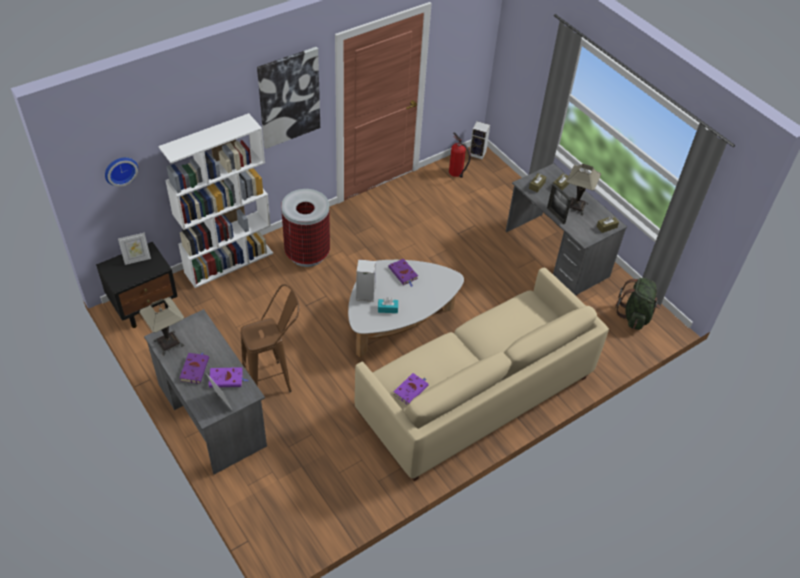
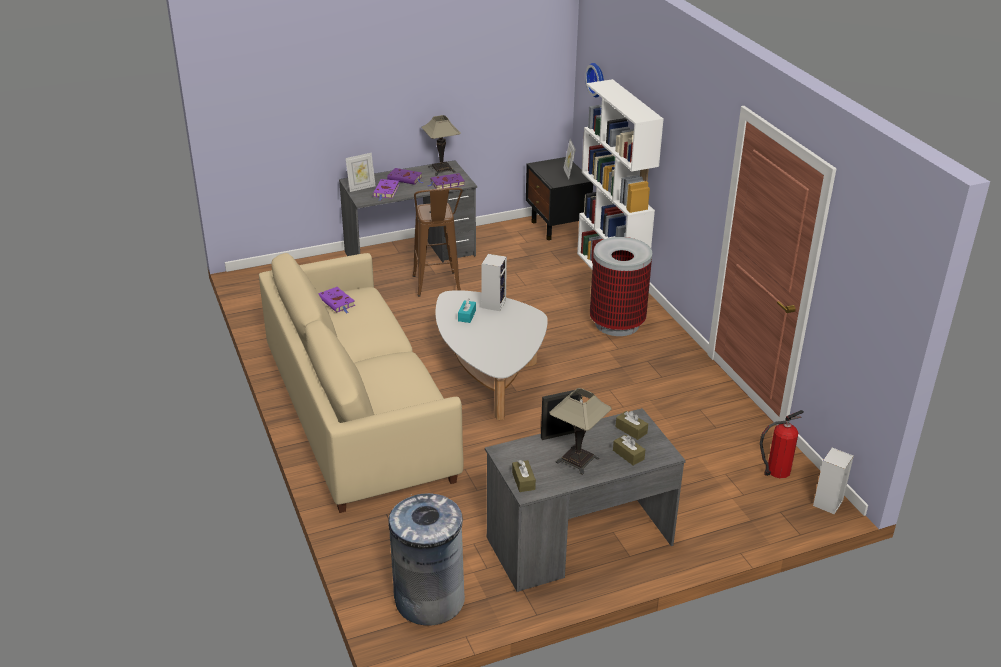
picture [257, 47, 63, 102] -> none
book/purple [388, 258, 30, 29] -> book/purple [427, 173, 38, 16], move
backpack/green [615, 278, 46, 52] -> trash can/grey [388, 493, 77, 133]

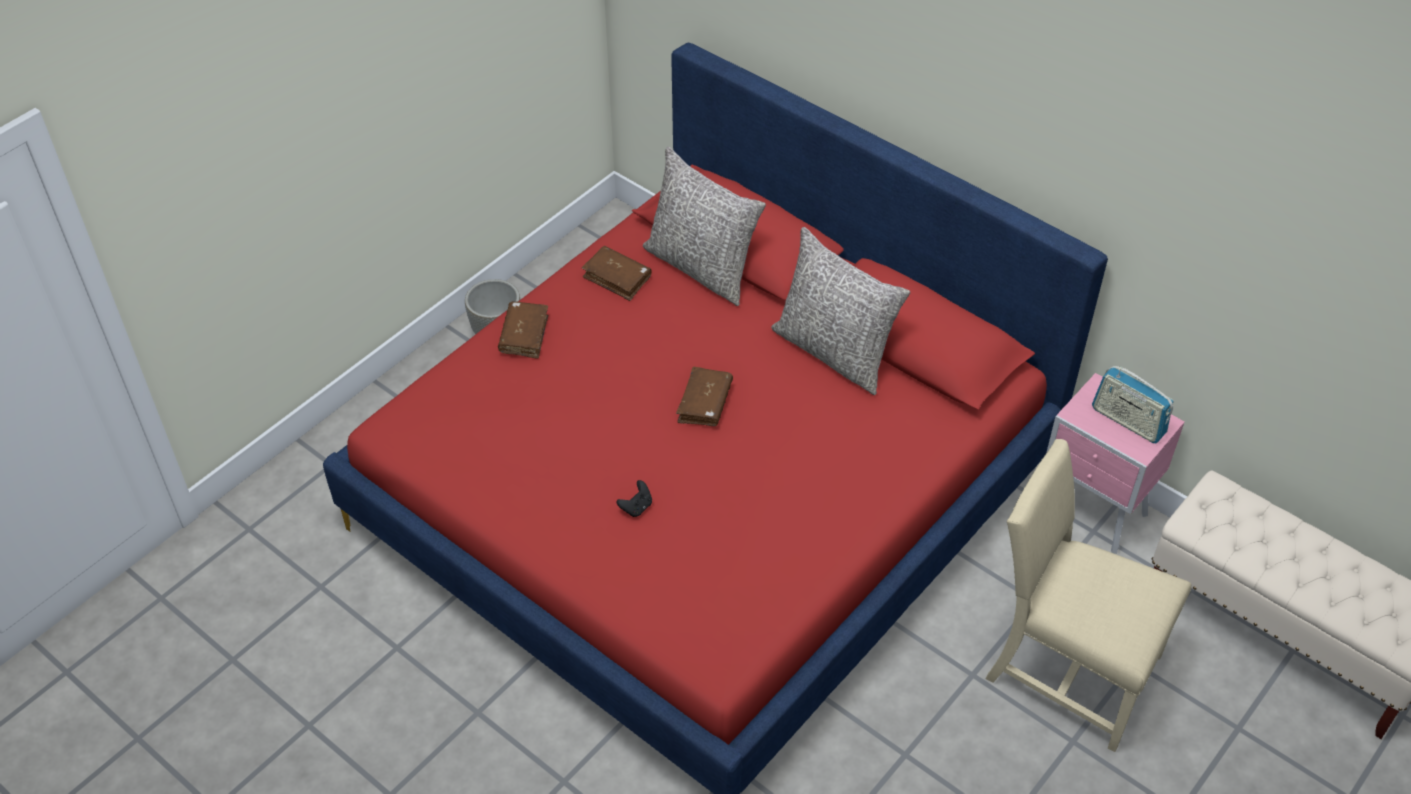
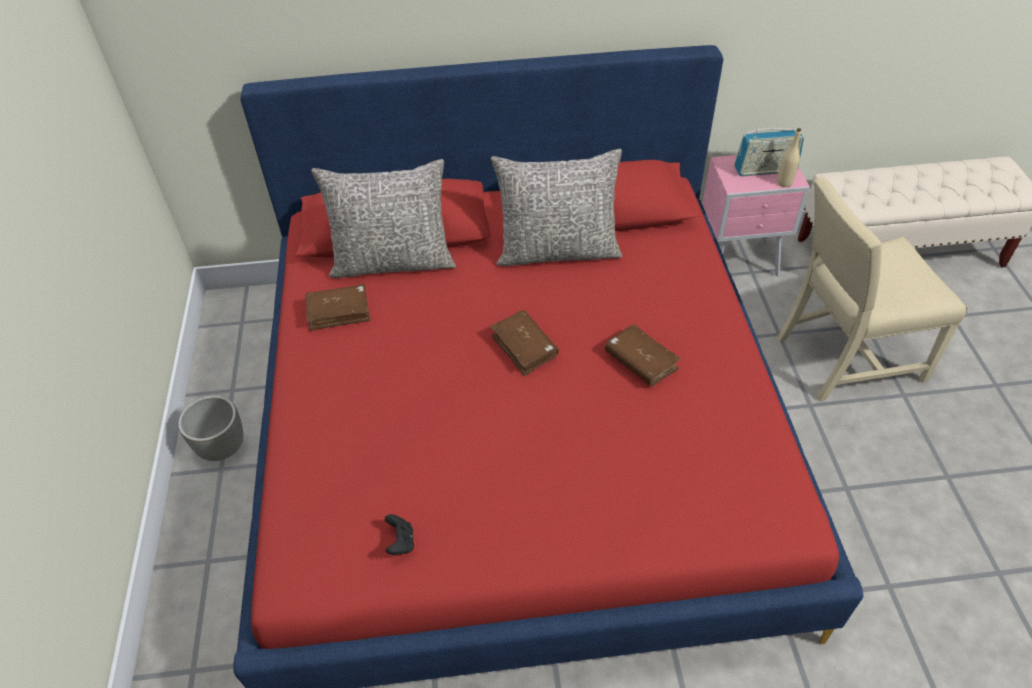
book/brown [498, 301, 50, 58] -> book/brown [605, 324, 76, 62], move
game controller/black [617, 480, 35, 37] -> game controller/black [385, 514, 29, 41], move
none -> bottle/beige [777, 128, 24, 59]

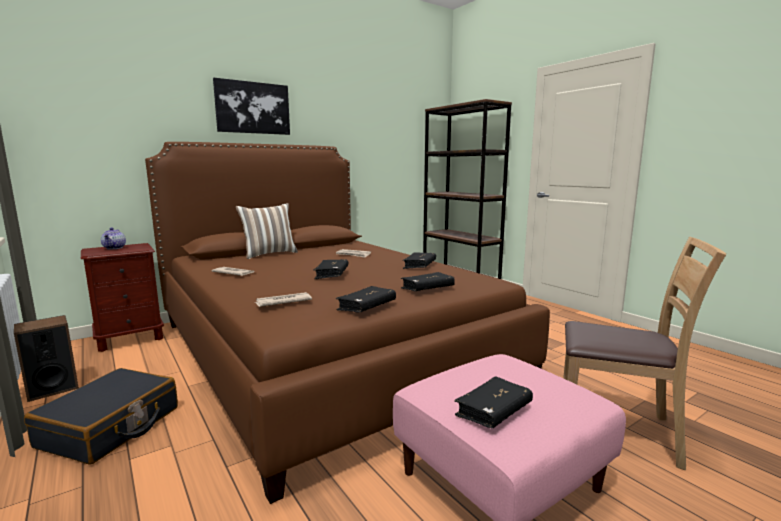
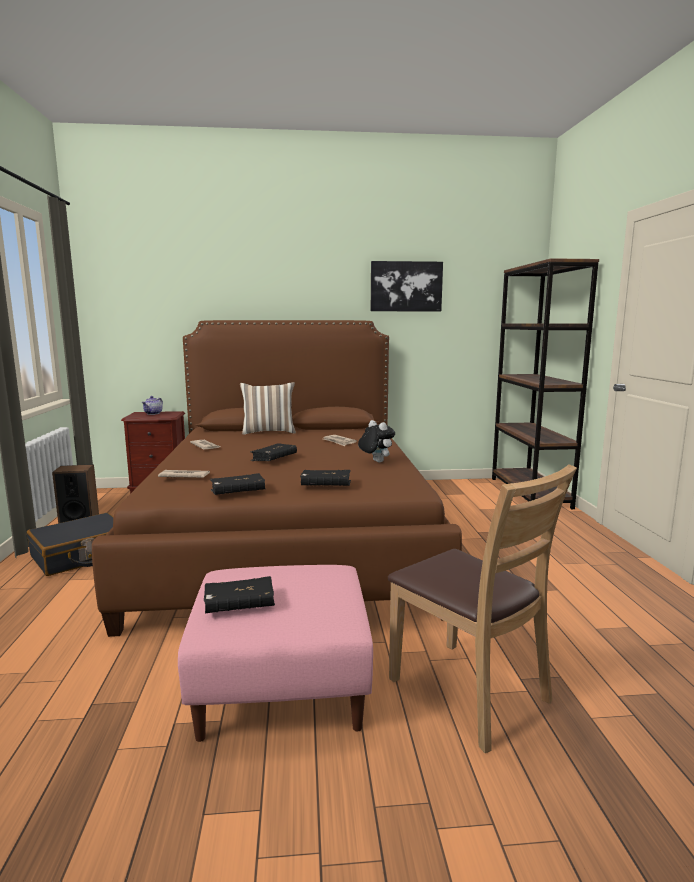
picture [213, 78, 77, 57] -> picture [371, 261, 72, 50], move
book/black [402, 253, 34, 16] -> plush toy [358, 420, 37, 42]

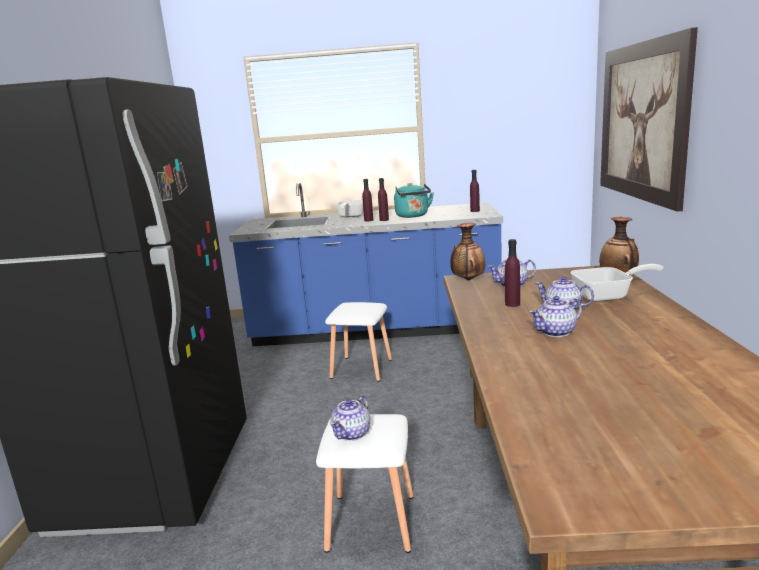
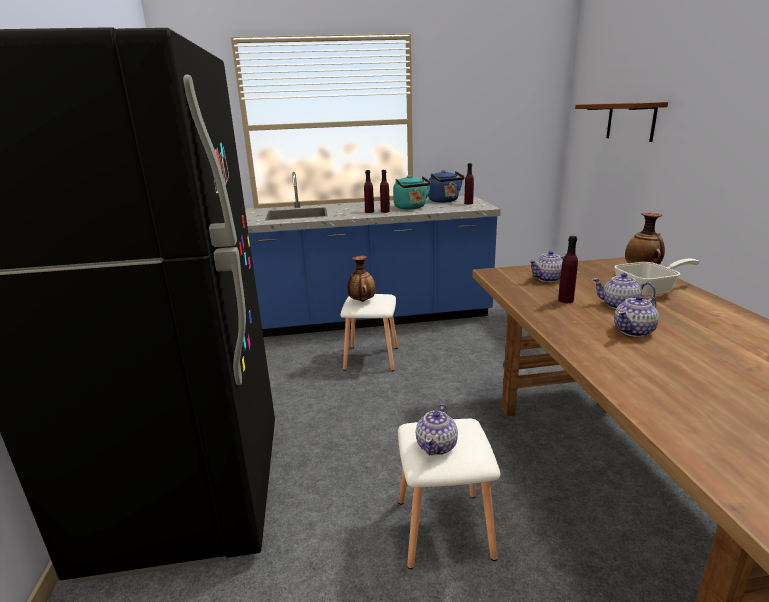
frying pan [335, 200, 29, 17] -> none
vase [450, 223, 35, 57] -> vase [348, 256, 28, 46], move
picture [600, 27, 98, 184] -> shelf/brown [575, 102, 93, 40]
none -> kettle/blue [428, 170, 37, 33]

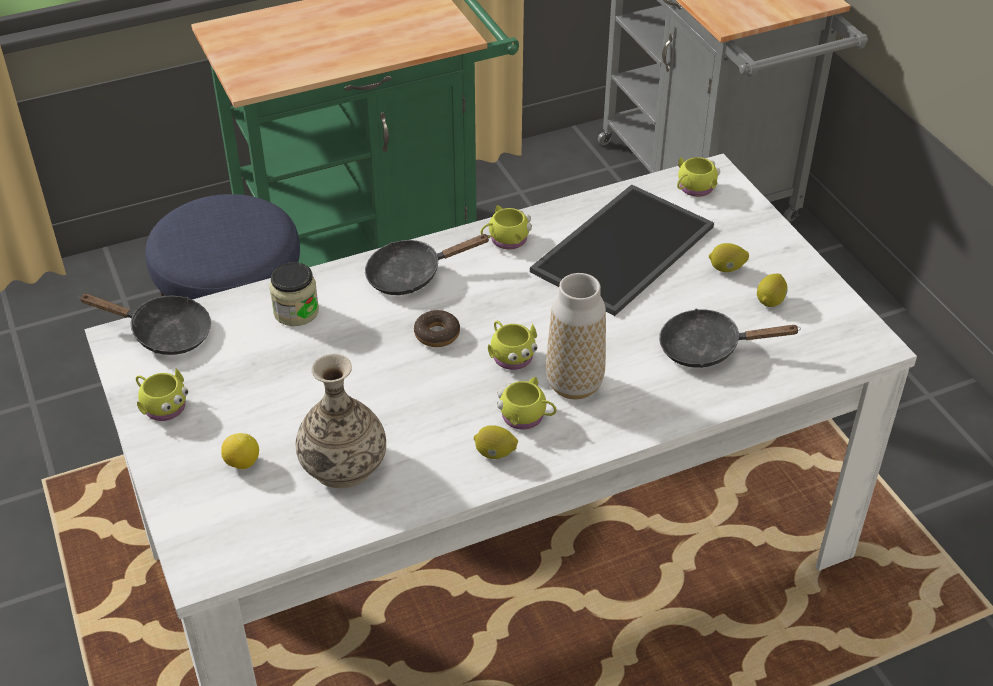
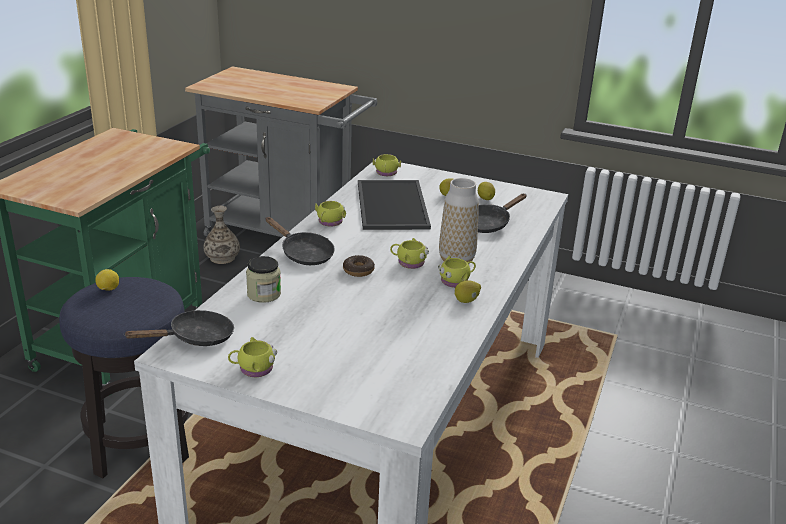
lemon [221, 433, 38, 36] -> lemon [95, 269, 24, 21], move
vase [296, 354, 90, 134] -> vase [203, 206, 37, 58], move
frying pan/black [365, 234, 125, 61] -> frying pan/black [265, 217, 70, 48], 75 degrees counterclockwise

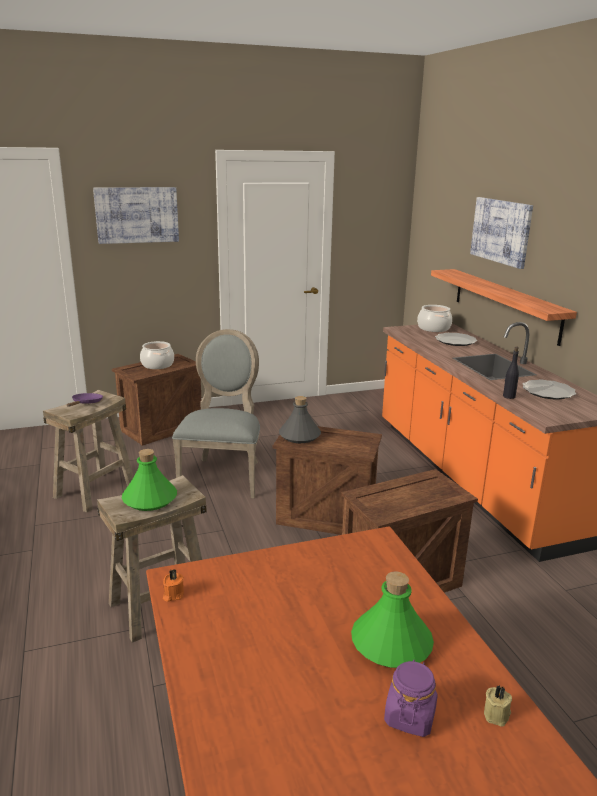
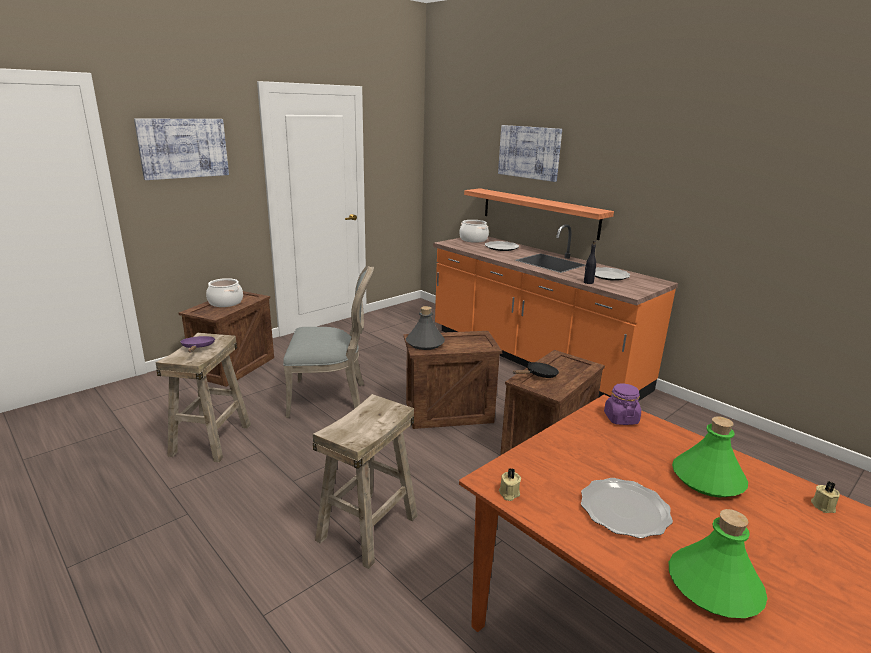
bottle/green [122, 449, 55, 62] -> bottle/green [669, 509, 98, 109], move
candle/orange [163, 569, 21, 33] -> candle/beige [499, 468, 22, 33]
chair/grey [172, 329, 88, 169] -> chair/grey [283, 266, 91, 152], 105 degrees clockwise
jar/purple [384, 660, 54, 77] -> jar/purple [604, 383, 37, 42], move
none -> frying pan/black [512, 362, 47, 16]
none -> plate [581, 478, 92, 60]

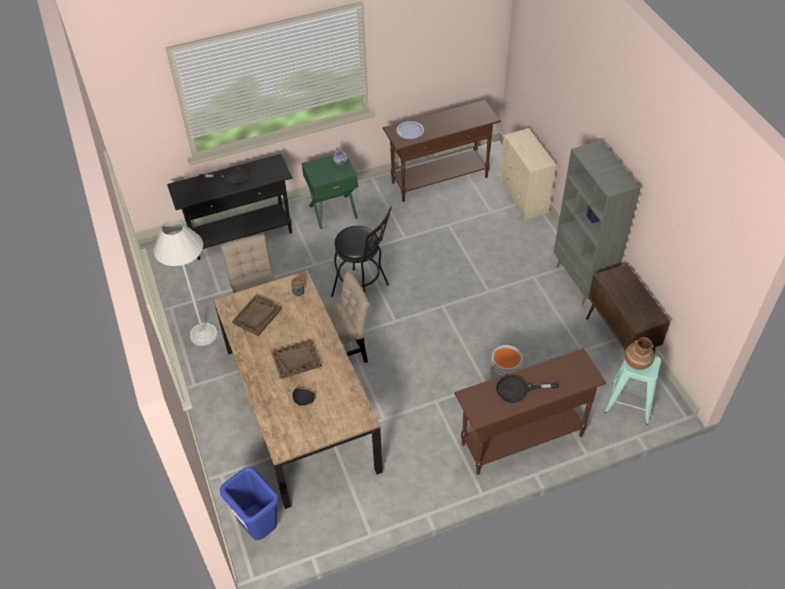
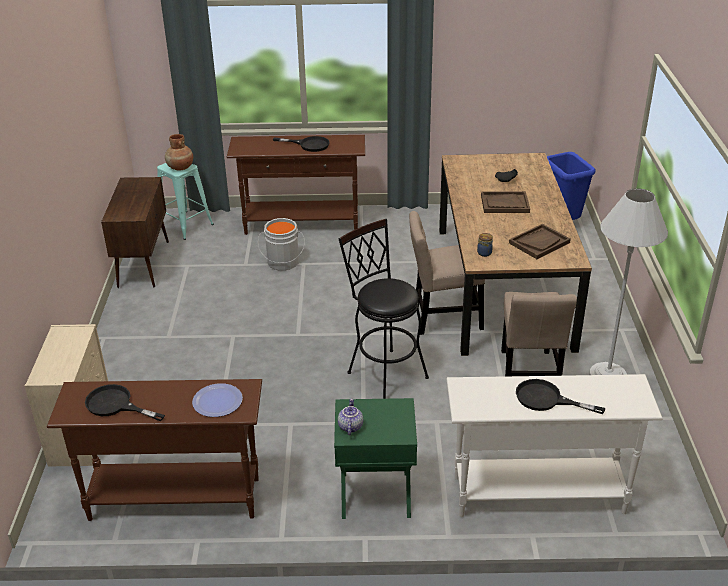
console table/black [167, 154, 126, 106] -> console table/white [446, 374, 217, 143]
bookcase/grey [554, 140, 87, 165] -> none
none -> frying pan/black [85, 384, 80, 37]

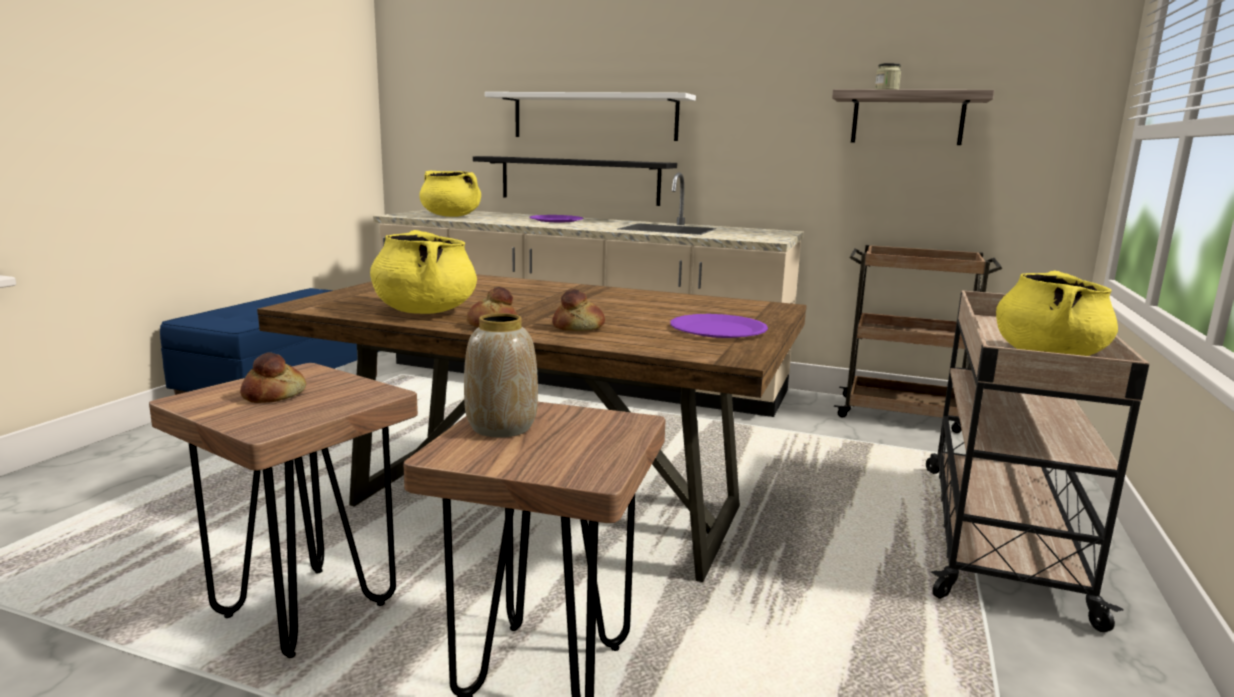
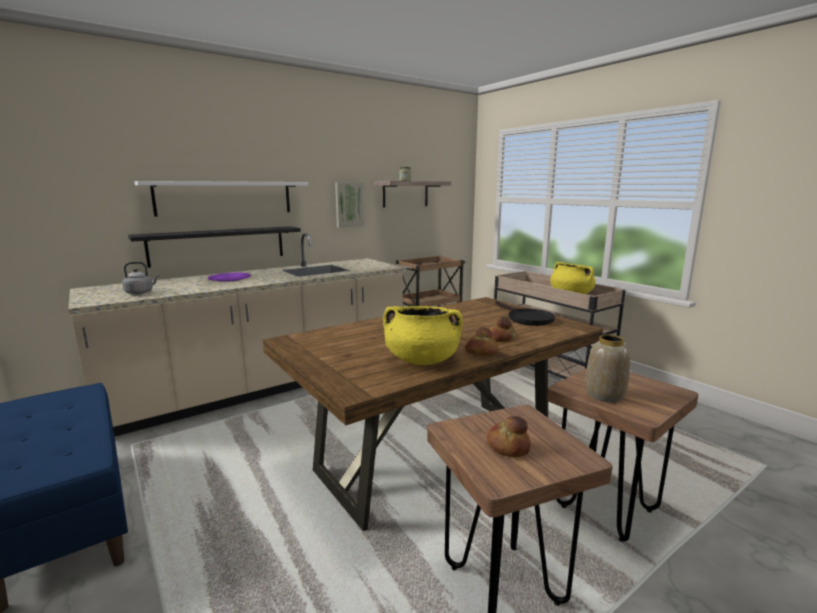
cooking pot/yellow [419, 170, 62, 47] -> kettle/grey [122, 262, 38, 32]
plate/purple [671, 314, 97, 24] -> frying pan/black [495, 301, 60, 25]
none -> picture [335, 183, 29, 44]

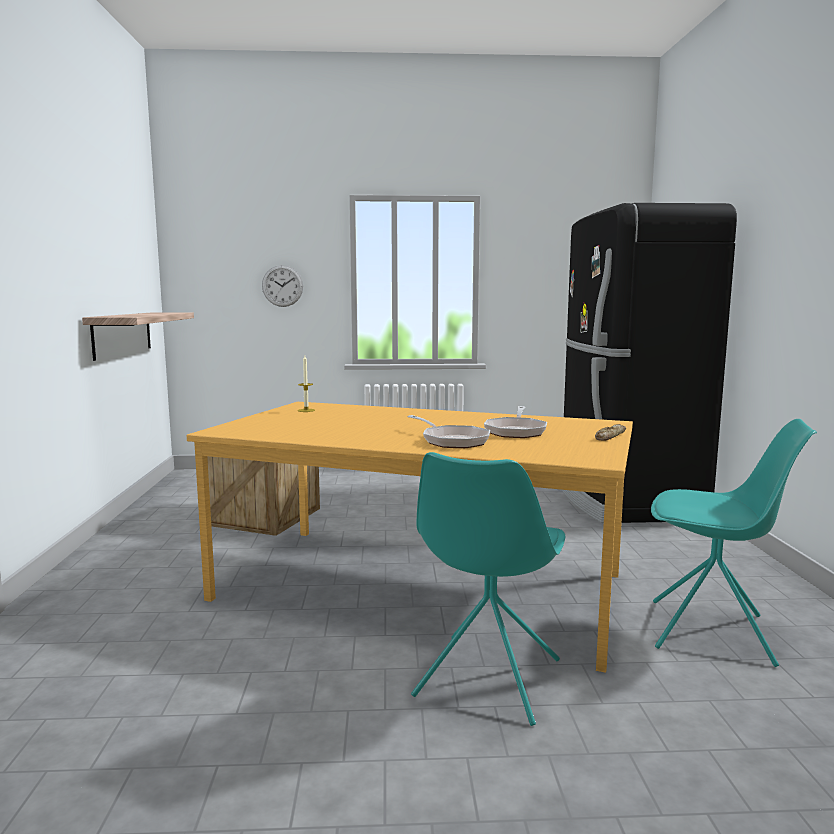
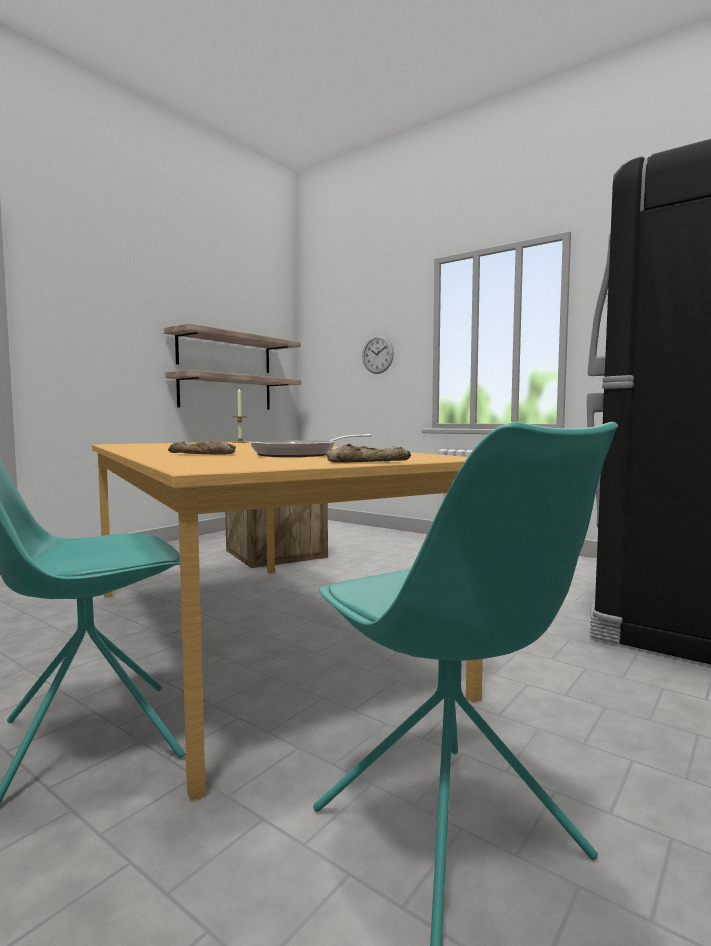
frying pan [407, 415, 83, 33] -> bread [168, 439, 68, 16]
none -> shelf [164, 323, 137, 50]

